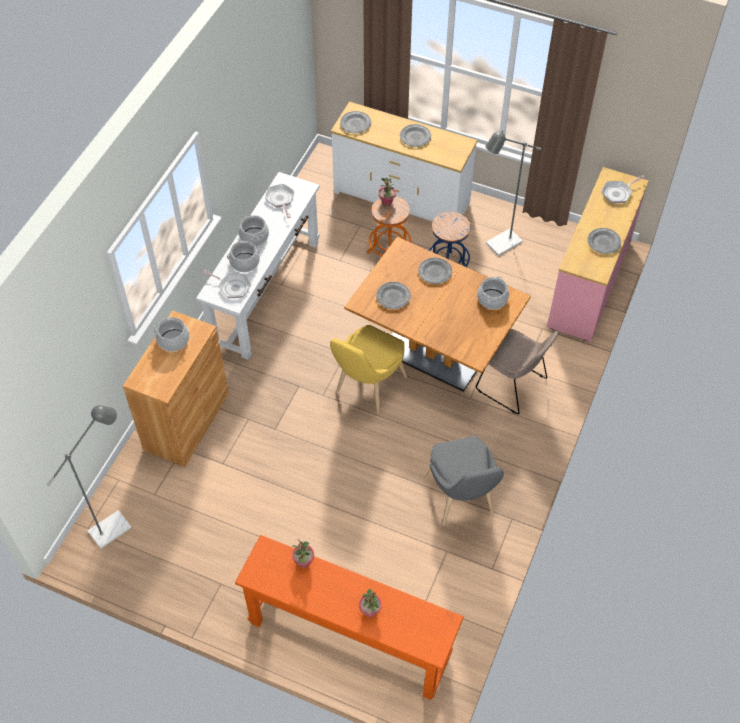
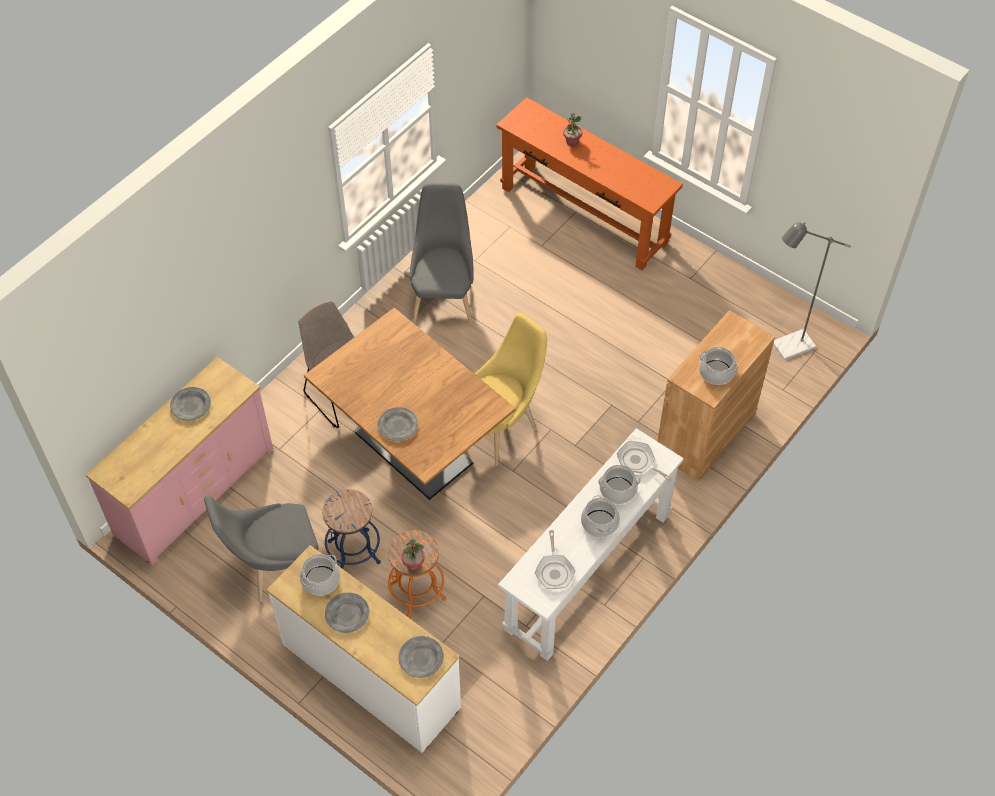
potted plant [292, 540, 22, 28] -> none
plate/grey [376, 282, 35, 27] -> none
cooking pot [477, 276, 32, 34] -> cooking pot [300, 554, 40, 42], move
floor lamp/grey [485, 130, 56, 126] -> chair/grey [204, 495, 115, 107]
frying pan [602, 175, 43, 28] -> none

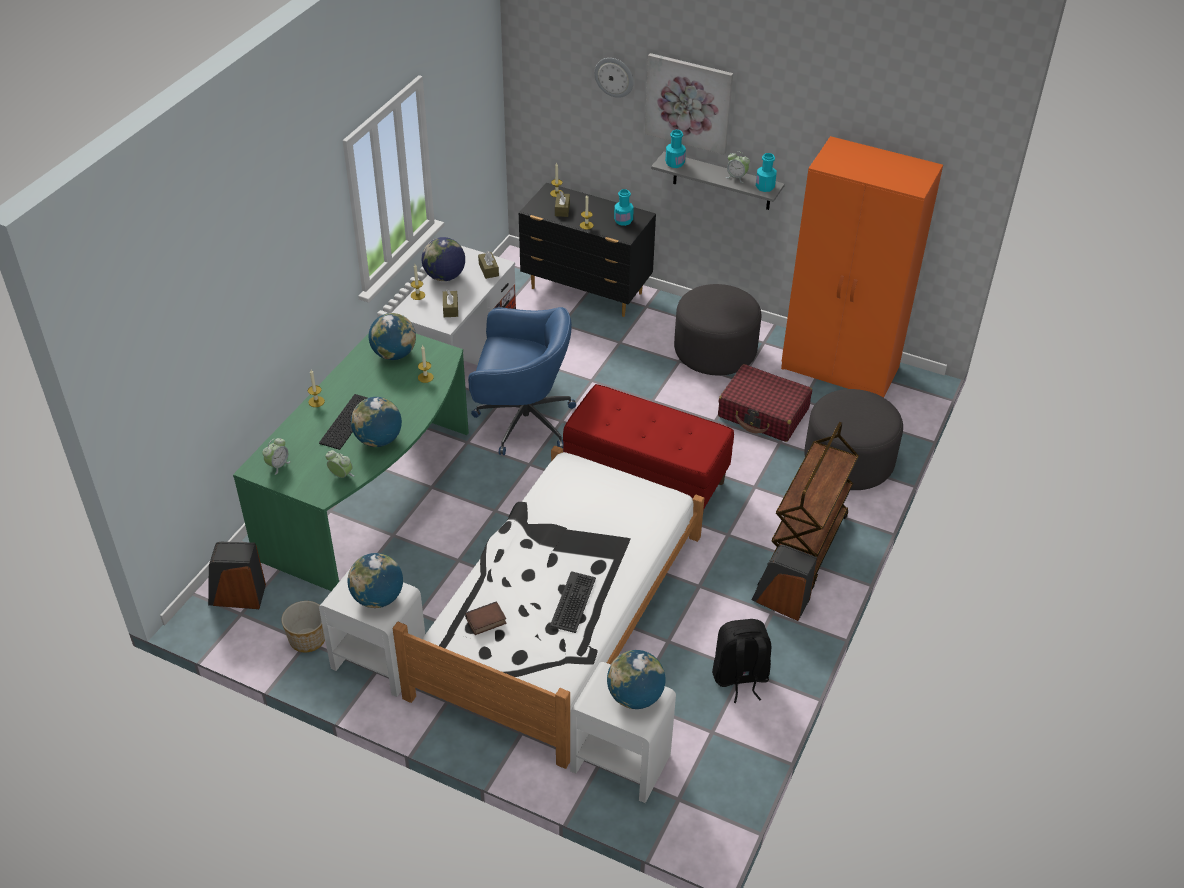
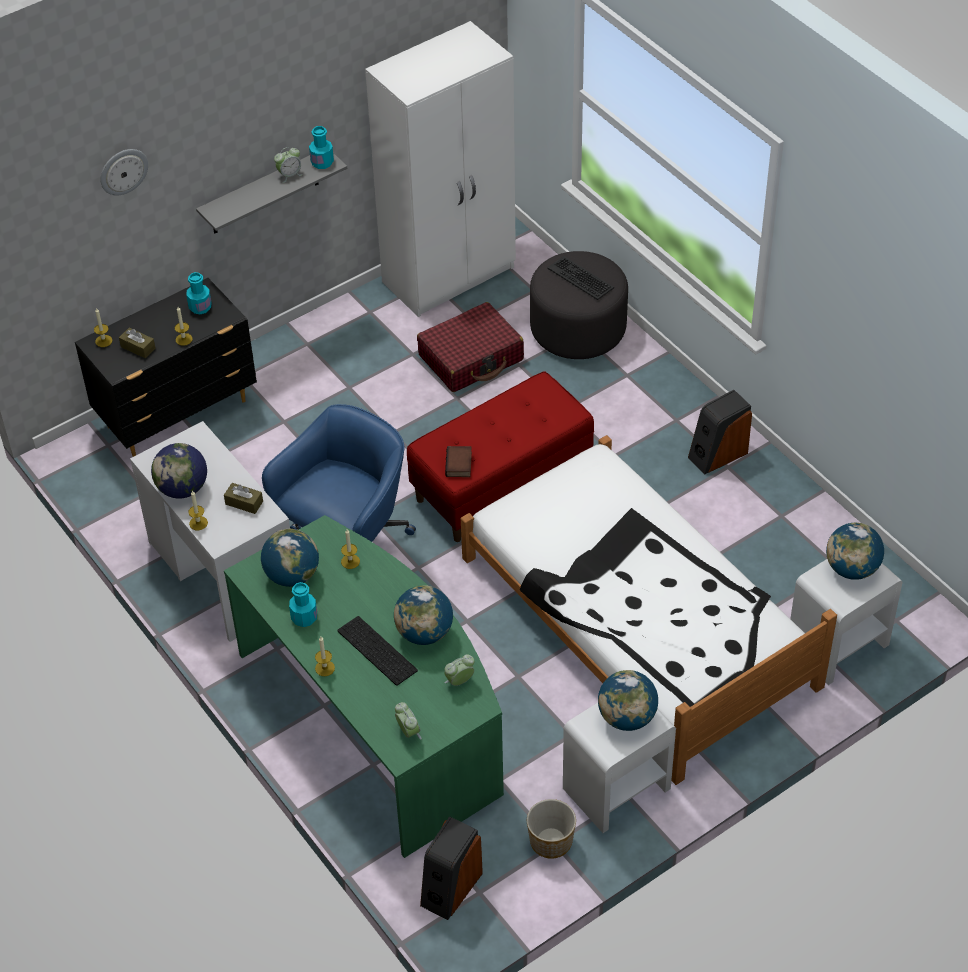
book [465, 601, 41, 34] -> book [445, 446, 27, 31], move
tissue box/brown [478, 250, 21, 29] -> none
keyboard [550, 571, 46, 62] -> keyboard [547, 256, 67, 44], move
picture [645, 53, 88, 102] -> none
bottle/turquoise [665, 130, 21, 38] -> bottle/turquoise [289, 582, 28, 45], move
ottoman/grey [674, 284, 87, 91] -> none
backpack/black [712, 619, 59, 84] -> none
cart/brown [770, 422, 89, 167] -> none
wardrobe/orange [781, 136, 162, 262] -> wardrobe/white [365, 21, 151, 296]

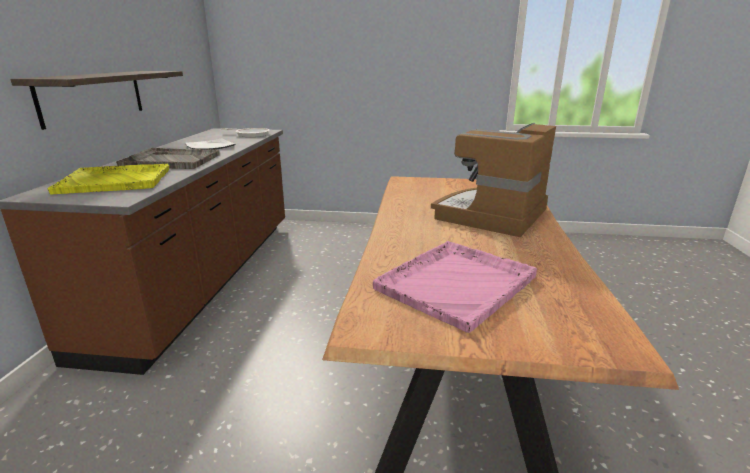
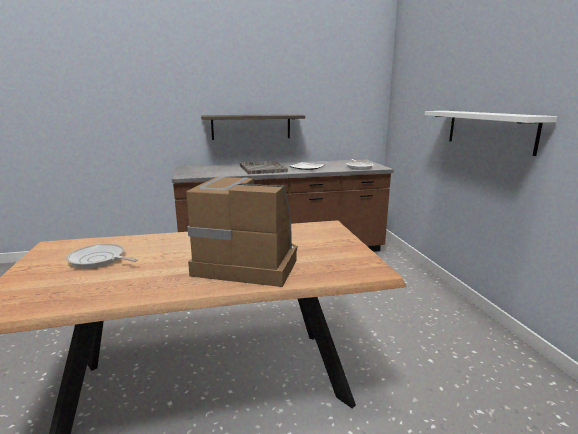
tray/yellow [48, 164, 121, 30] -> none
tray/pink [373, 241, 164, 92] -> frying pan [66, 243, 72, 25]
none -> shelf/white [425, 111, 132, 45]

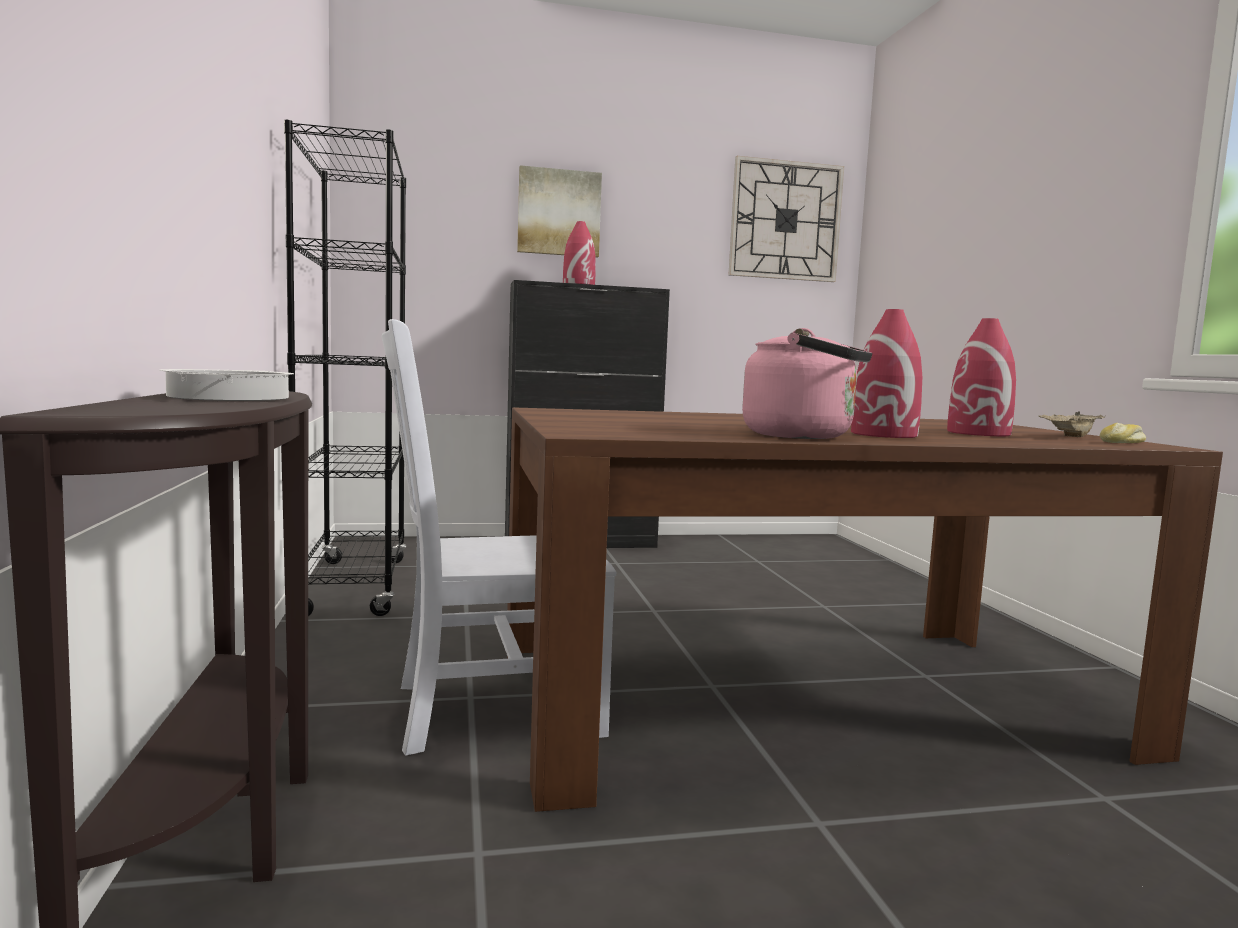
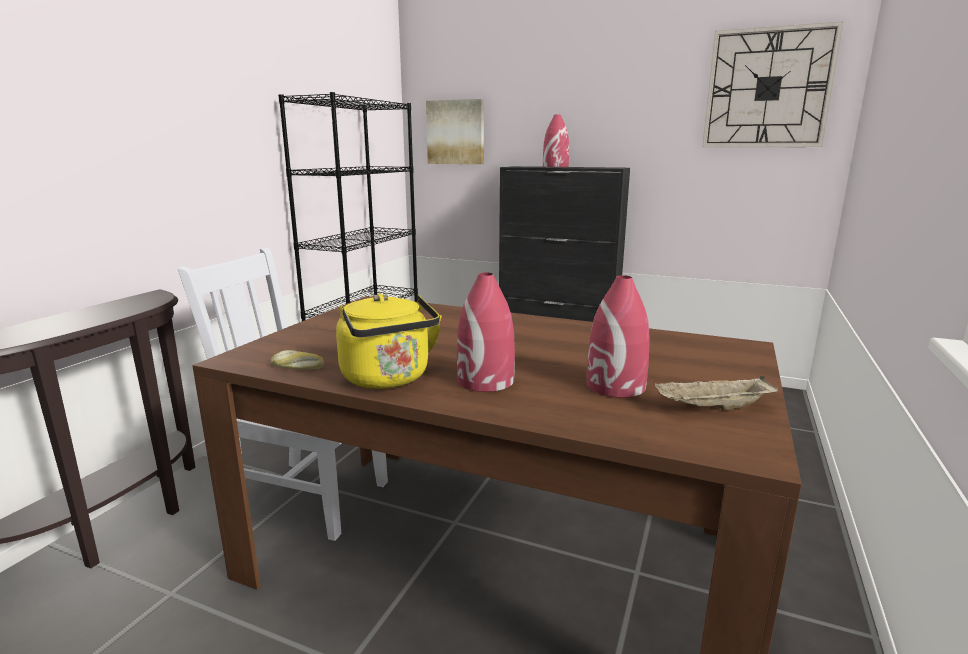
cooking pot [159, 369, 135, 32] -> none
picture [517, 165, 85, 93] -> picture [426, 99, 58, 65], move
kettle/pink [742, 328, 130, 111] -> kettle/yellow [336, 293, 106, 96]
bread [1100, 423, 46, 20] -> bread [270, 350, 54, 19], move

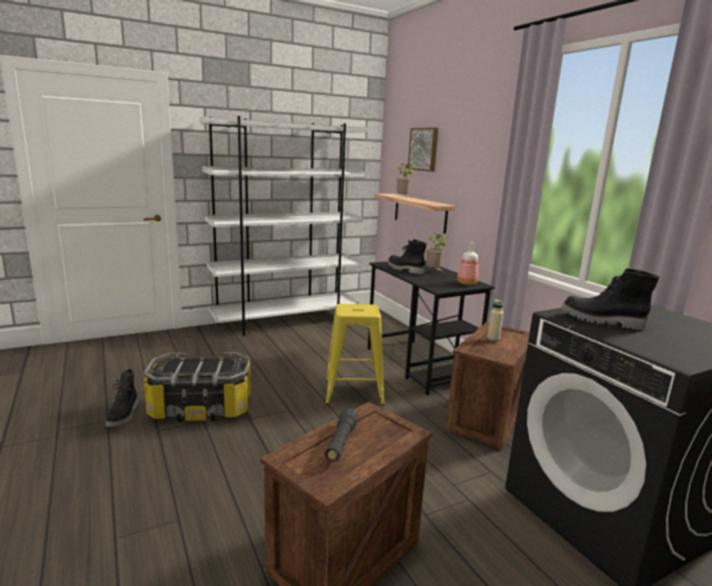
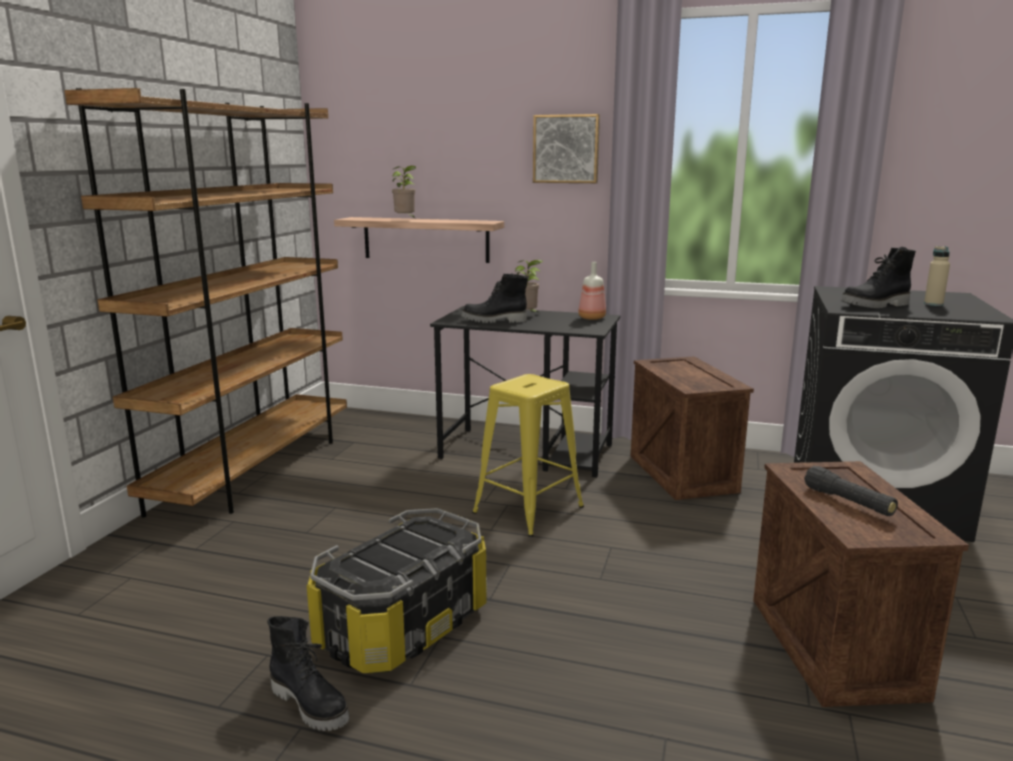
bookcase/white [200, 116, 167, 220] -> bookcase/brown [64, 88, 283, 430]
picture [408, 128, 30, 44] -> picture [533, 114, 67, 69], move
bottle/beige [487, 299, 16, 42] -> bottle/beige [924, 246, 26, 60], move

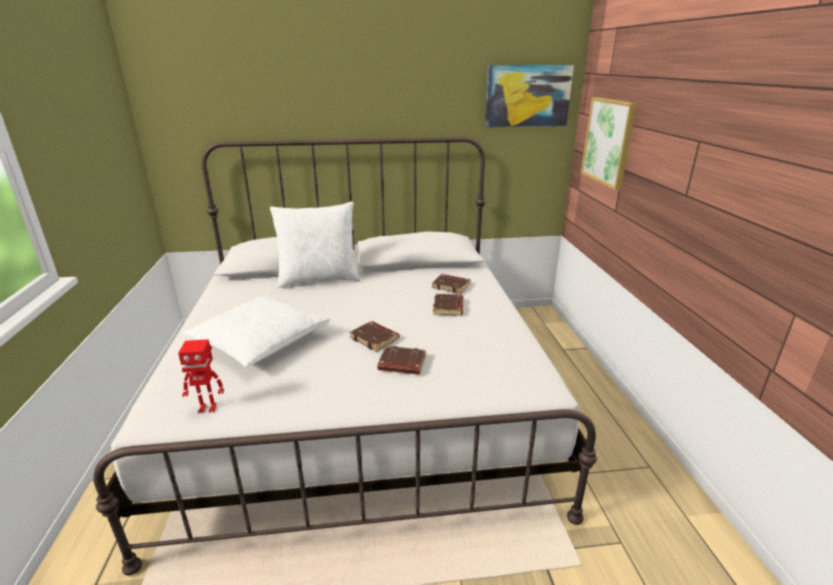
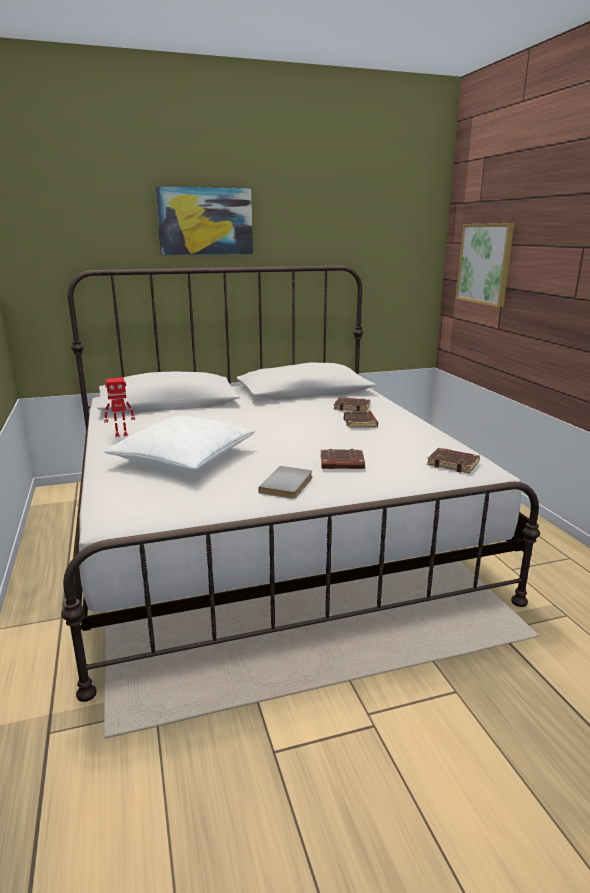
toy robot [178, 339, 46, 74] -> toy robot [104, 377, 31, 60], move
pillow/white [270, 202, 90, 86] -> none
book/brown [349, 321, 50, 31] -> book/brown [427, 448, 53, 26], move
picture [485, 65, 89, 62] -> picture [155, 186, 98, 69], move
none -> book/grey [258, 466, 54, 33]

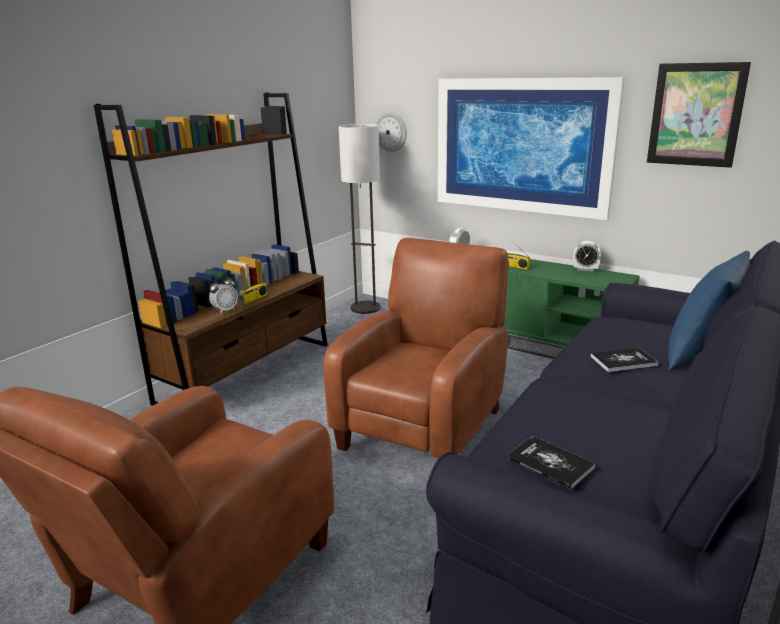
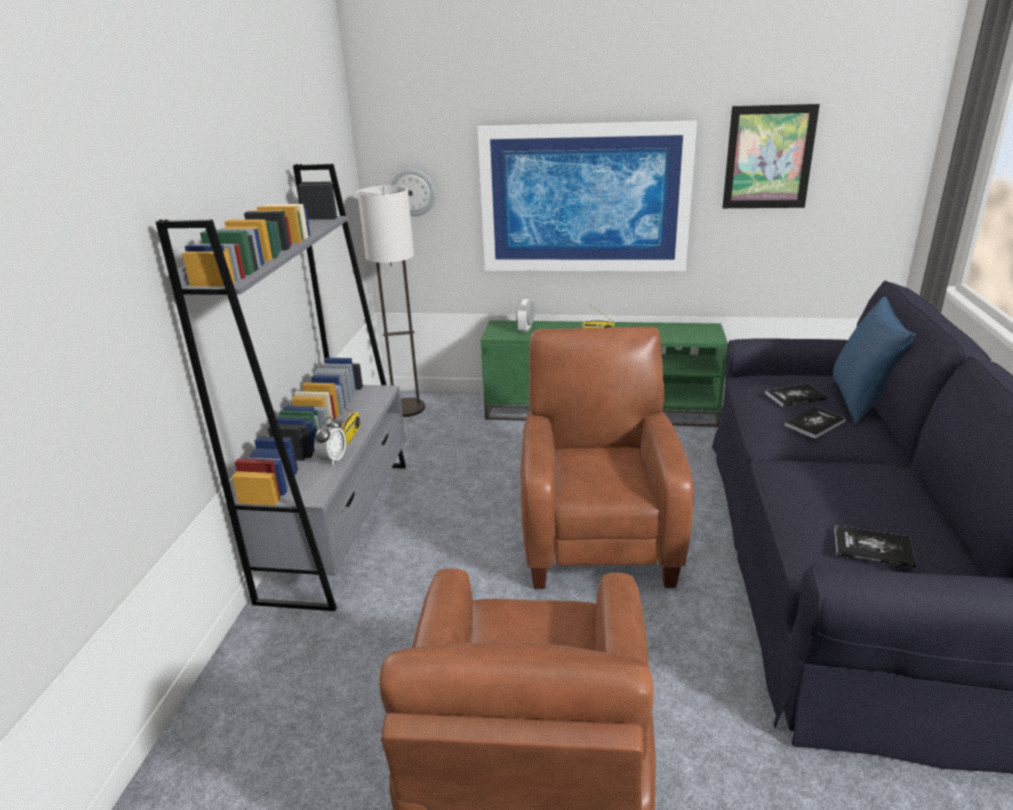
bookcase/brown [94, 93, 234, 313] -> bookcase/grey [156, 164, 250, 447]
alarm clock [573, 241, 28, 30] -> none
none -> book [765, 384, 63, 23]

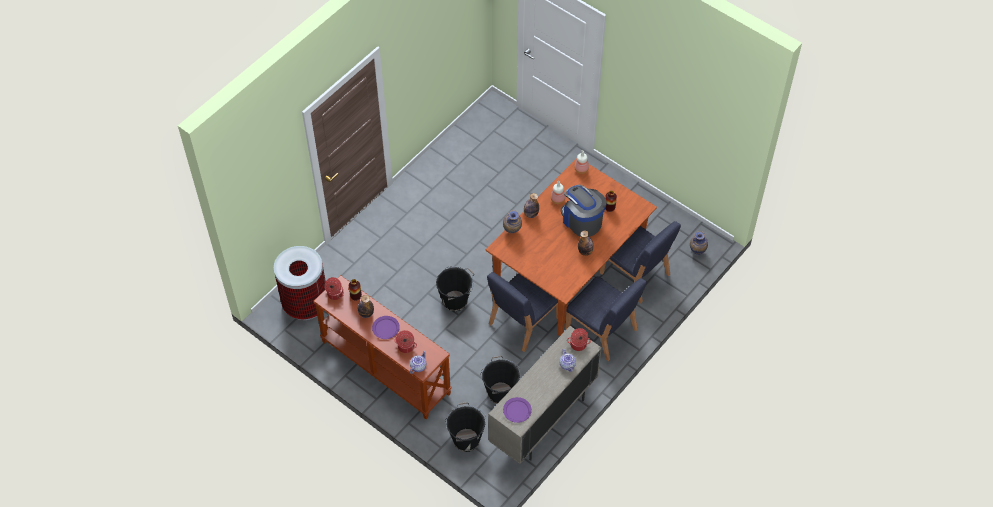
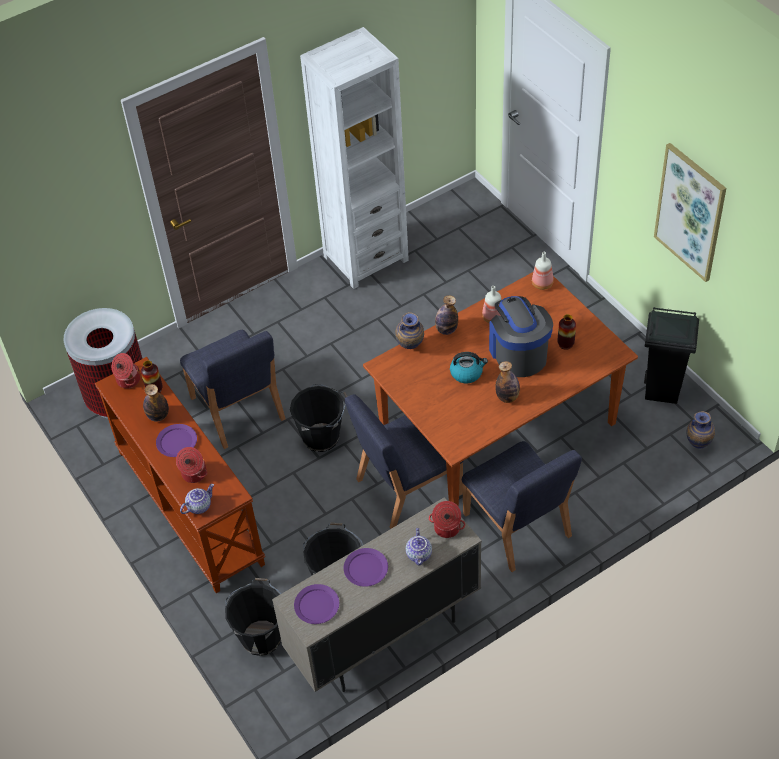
chair/blue [600, 221, 81, 82] -> chair/blue [180, 330, 105, 119], move
none -> bookcase/white [300, 27, 109, 262]
none -> plate/purple [344, 548, 44, 39]
none -> kettle [450, 352, 38, 32]
none -> trash can/black [644, 307, 55, 97]
none -> picture [654, 143, 72, 139]

